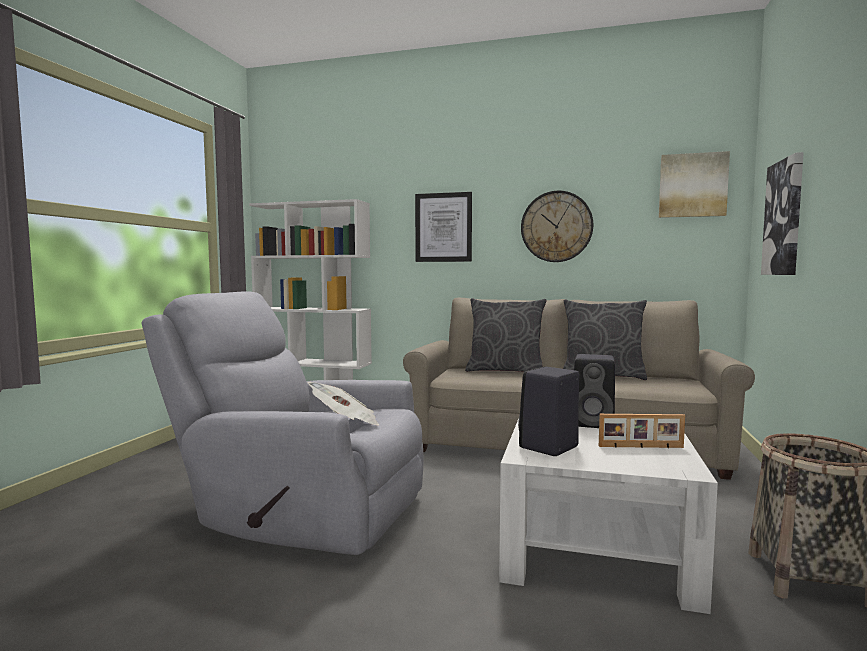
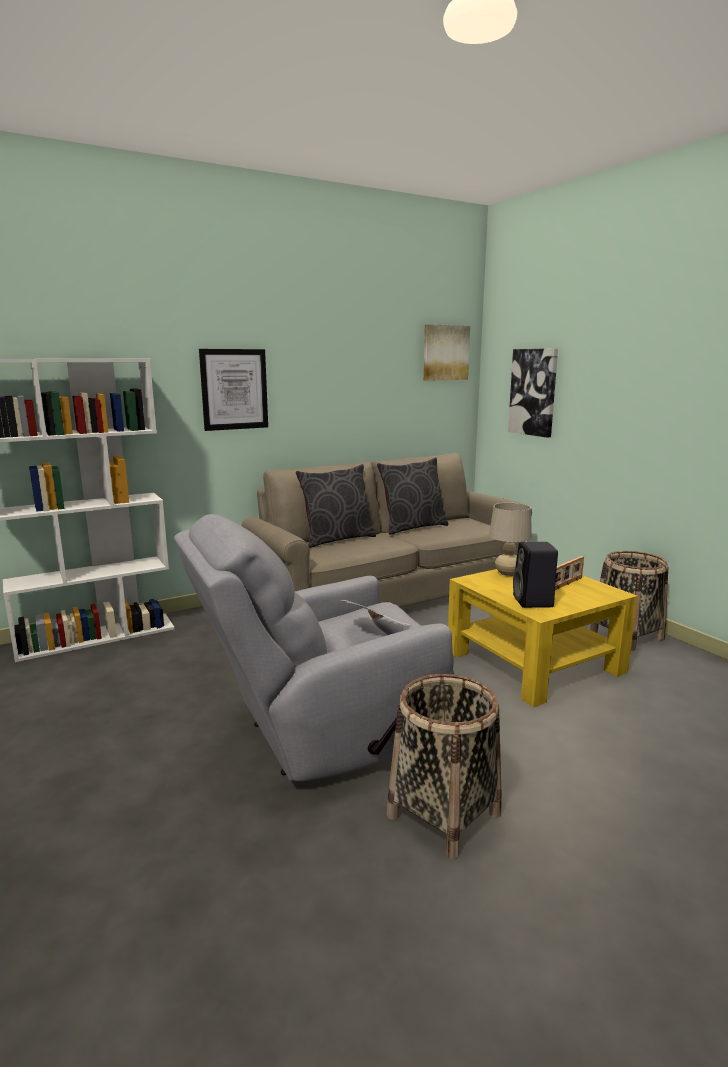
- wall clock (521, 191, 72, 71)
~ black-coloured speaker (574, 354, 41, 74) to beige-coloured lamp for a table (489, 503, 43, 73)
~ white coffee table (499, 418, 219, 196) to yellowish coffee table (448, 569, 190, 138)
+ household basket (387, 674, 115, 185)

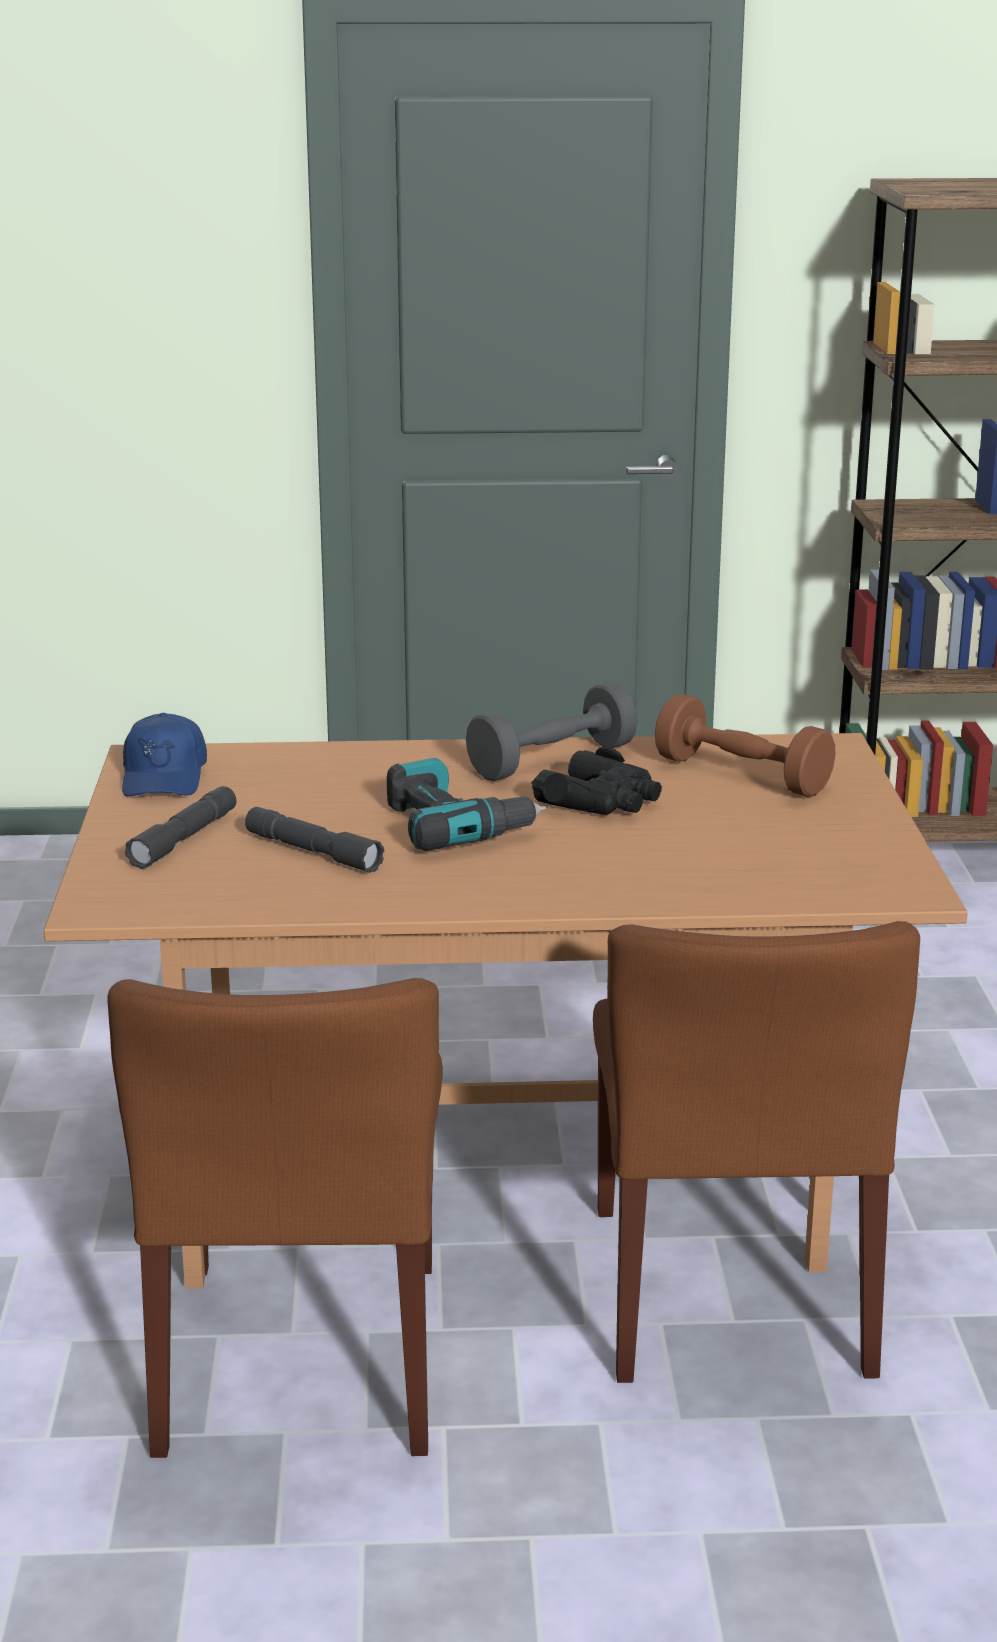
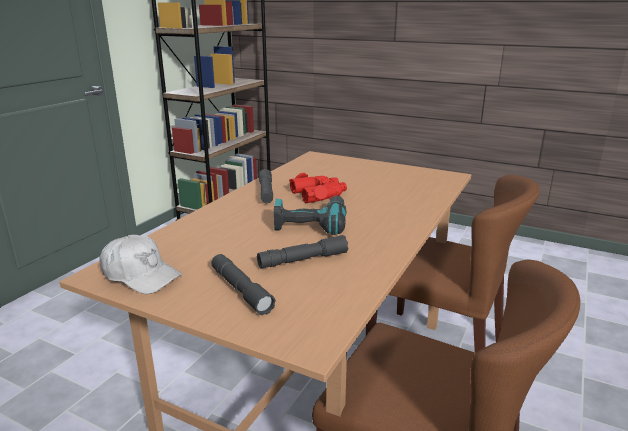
~ grey free weight (466, 682, 171, 99) to grey hand torch (259, 169, 14, 35)
- brownish free weight (655, 694, 181, 103)
~ blue-coloured baseball cap (122, 713, 85, 83) to white baseball cap (99, 235, 83, 59)
~ black-coloured field glasses (532, 746, 130, 69) to red field glasses (289, 173, 58, 30)

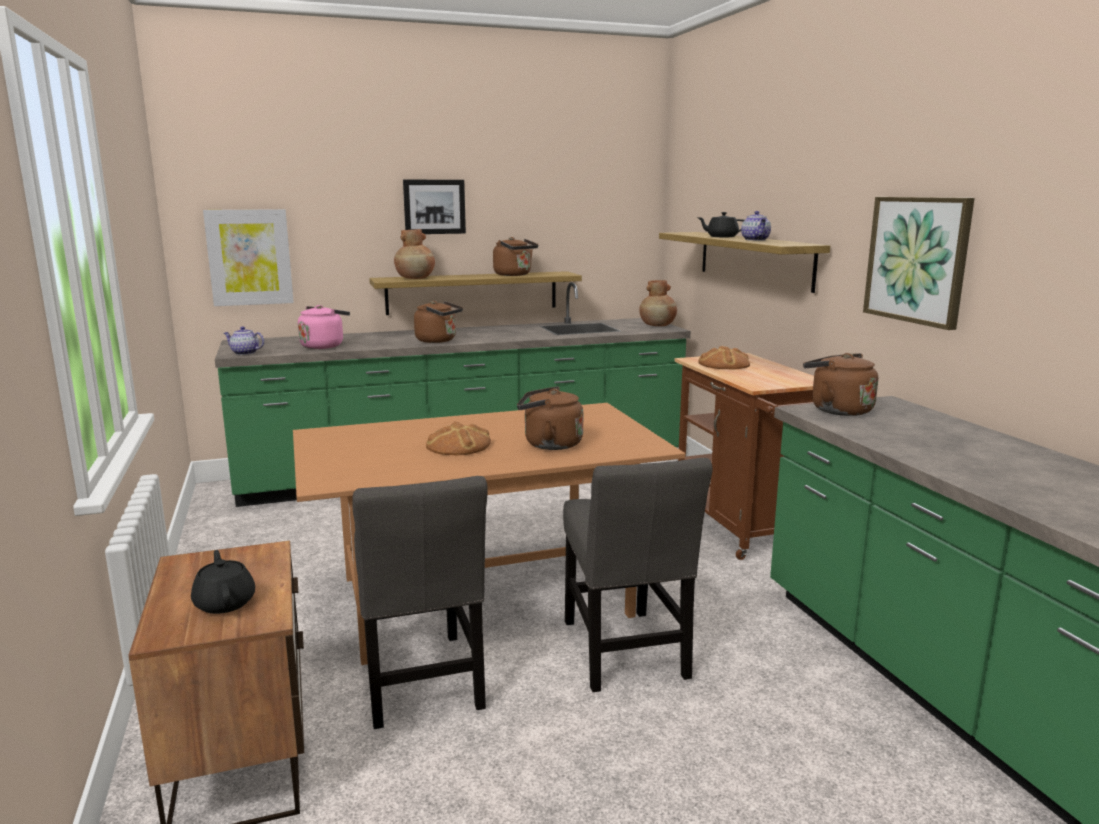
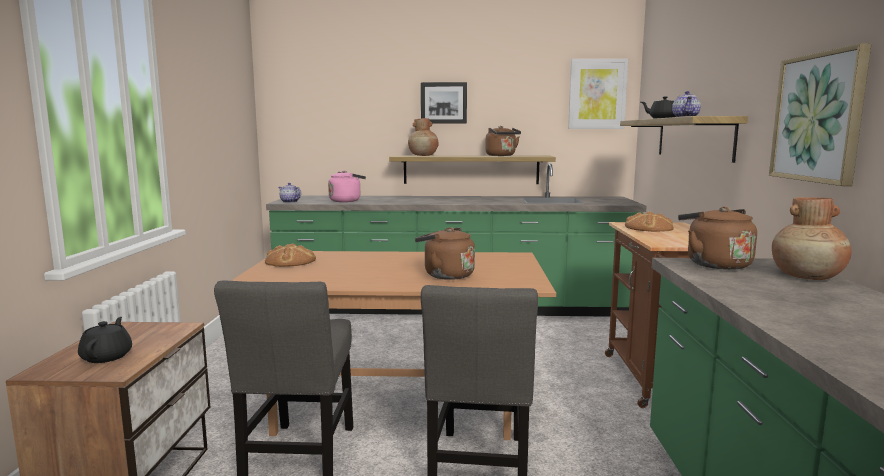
~ wall picture (203, 209, 91, 97) to (568, 59, 60, 70)
~ brownish vase (639, 280, 38, 46) to (772, 197, 80, 83)
- brownish kettle (414, 301, 49, 42)
~ bakery bread (426, 422, 65, 33) to (265, 243, 51, 24)

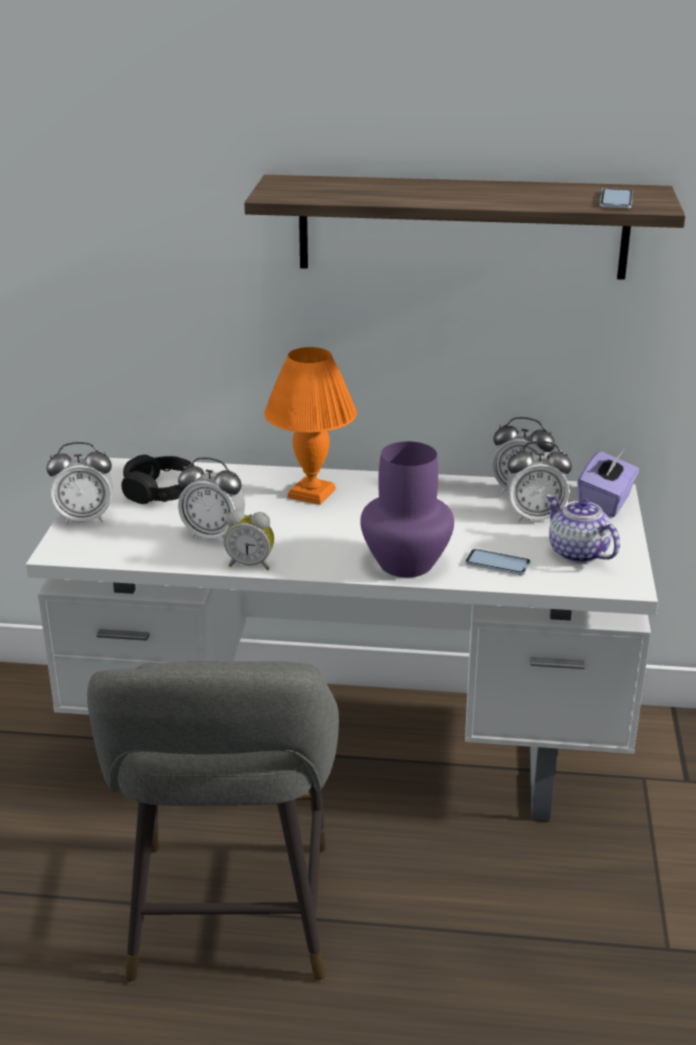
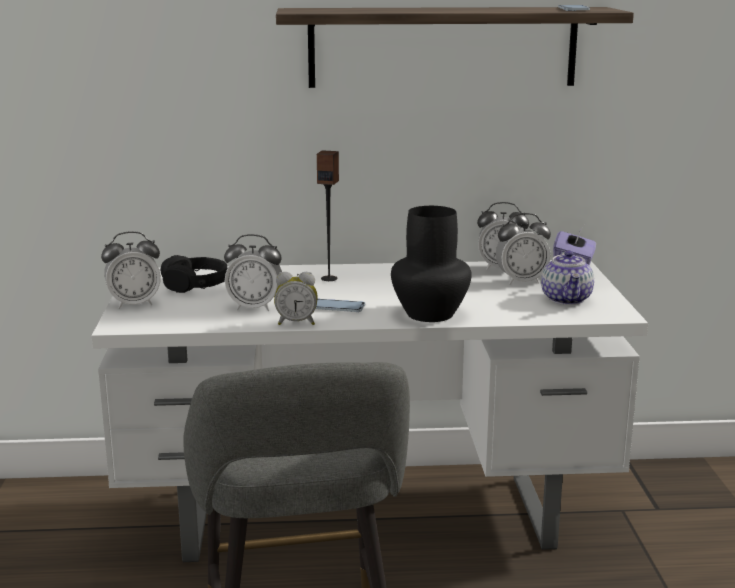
~ orangey lamp for a table (264, 347, 93, 158) to speaker (317, 150, 22, 131)
~ purplish vase (360, 442, 94, 135) to black-coloured vase (391, 206, 81, 116)
~ tea pot (546, 494, 74, 69) = (541, 250, 53, 55) 135 degrees counterclockwise
~ telephone (465, 549, 66, 26) to (316, 299, 49, 13)

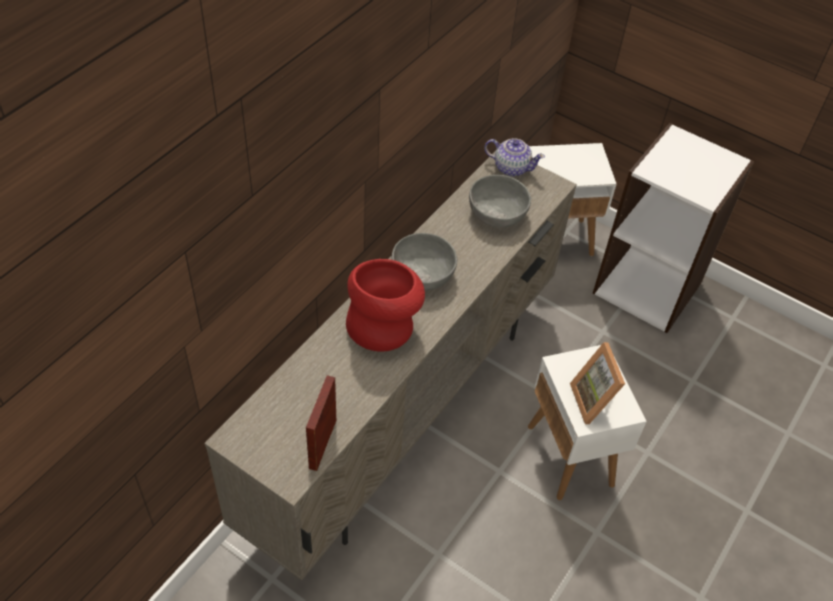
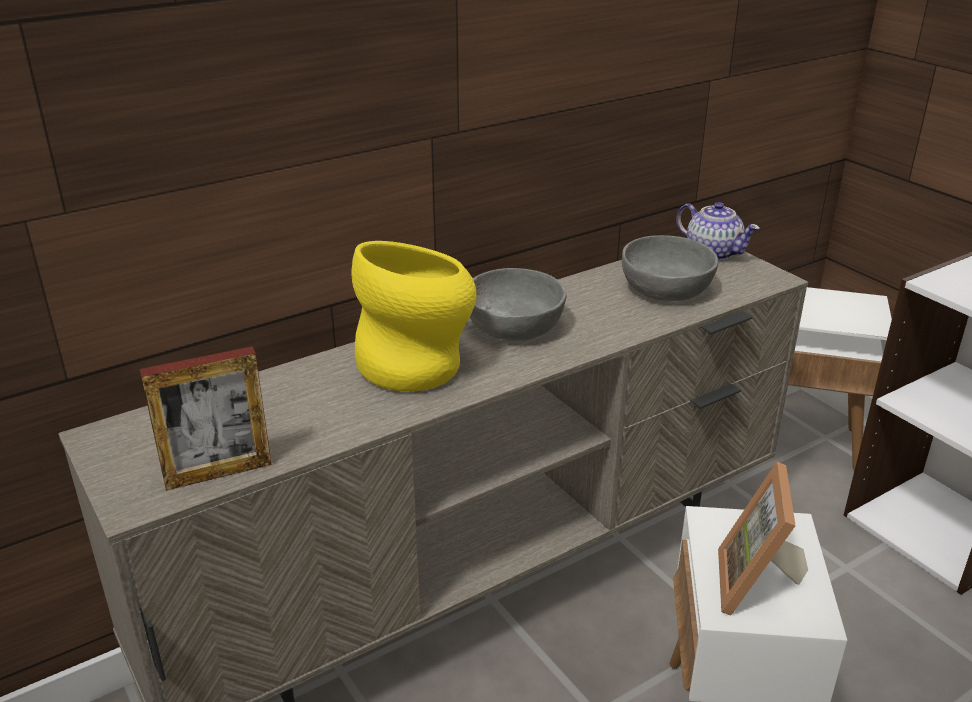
~ red vase (346, 259, 79, 93) to yellowish vase (352, 241, 125, 151)
~ photo frame (306, 375, 30, 96) = (140, 346, 132, 145) 150 degrees counterclockwise

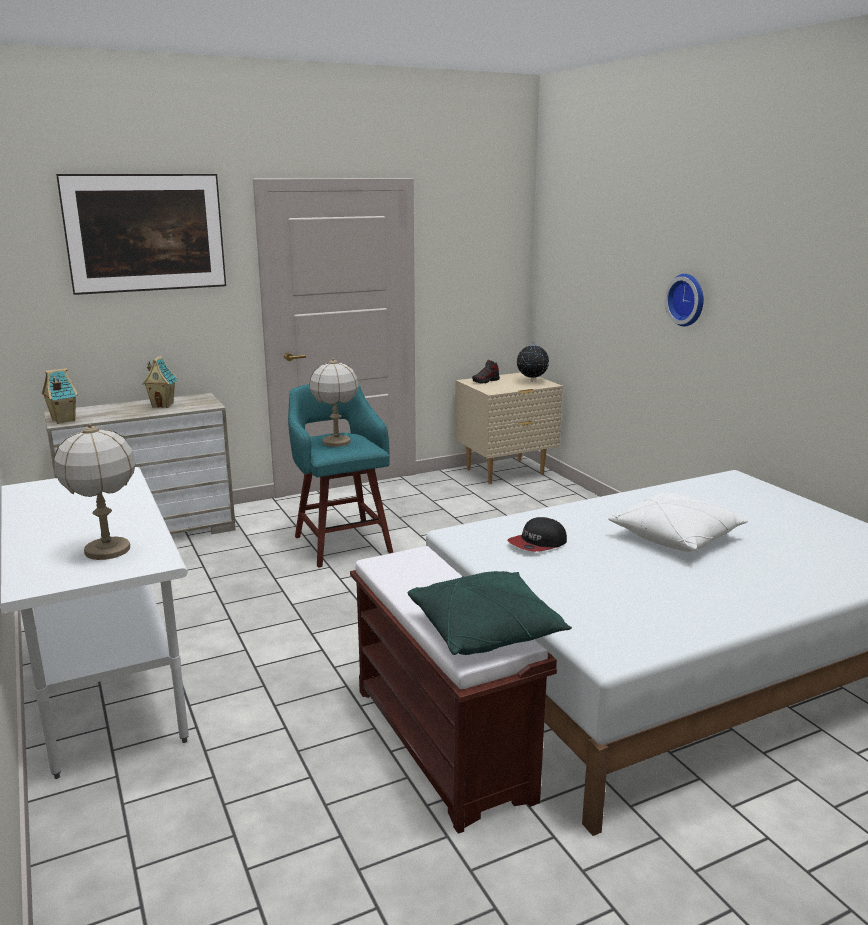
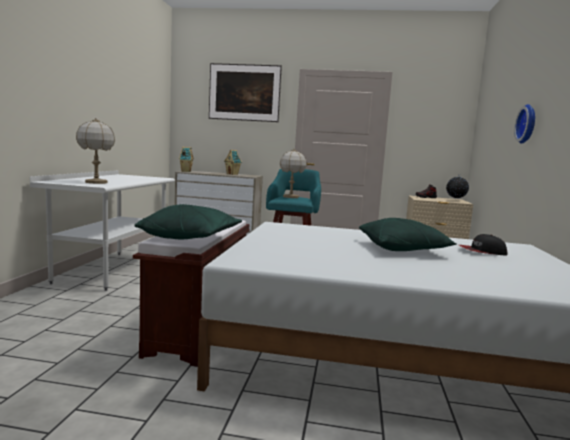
~ white pillow (608, 492, 140, 60) to green-coloured pillow (359, 218, 98, 33)
~ baseball cap (507, 517, 60, 35) to (459, 234, 48, 22)

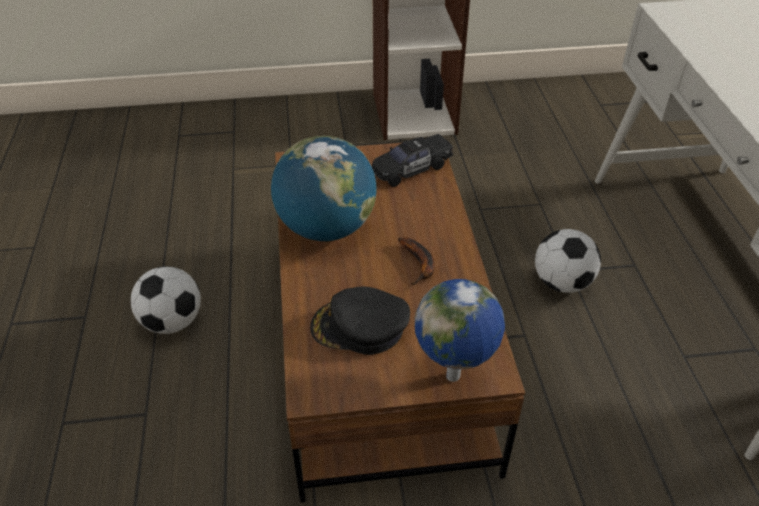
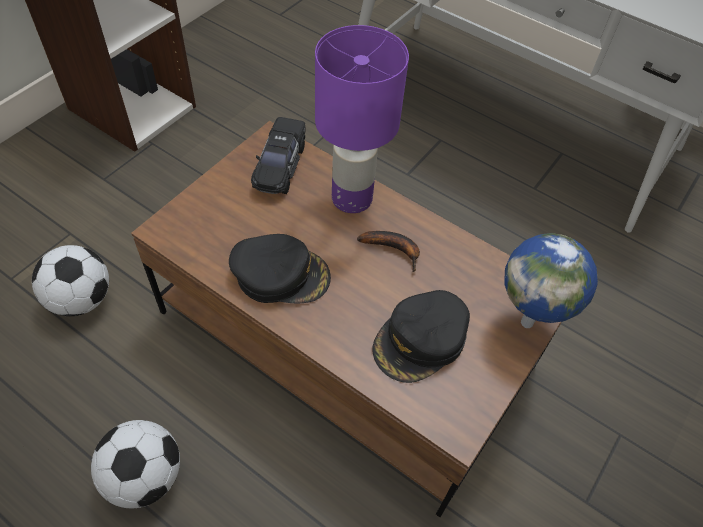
~ world globe (271, 136, 106, 105) to black-coloured baseball cap (229, 234, 102, 69)
~ football ball (535, 229, 66, 64) to (32, 245, 77, 71)
+ purplish lamp for a table (315, 25, 94, 188)

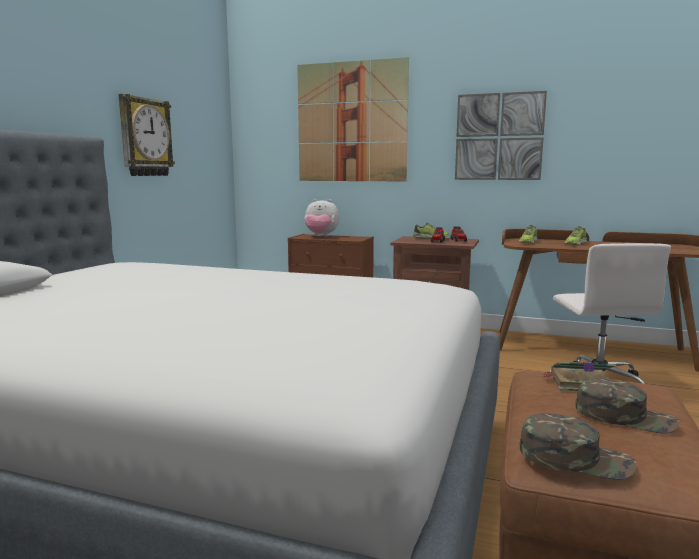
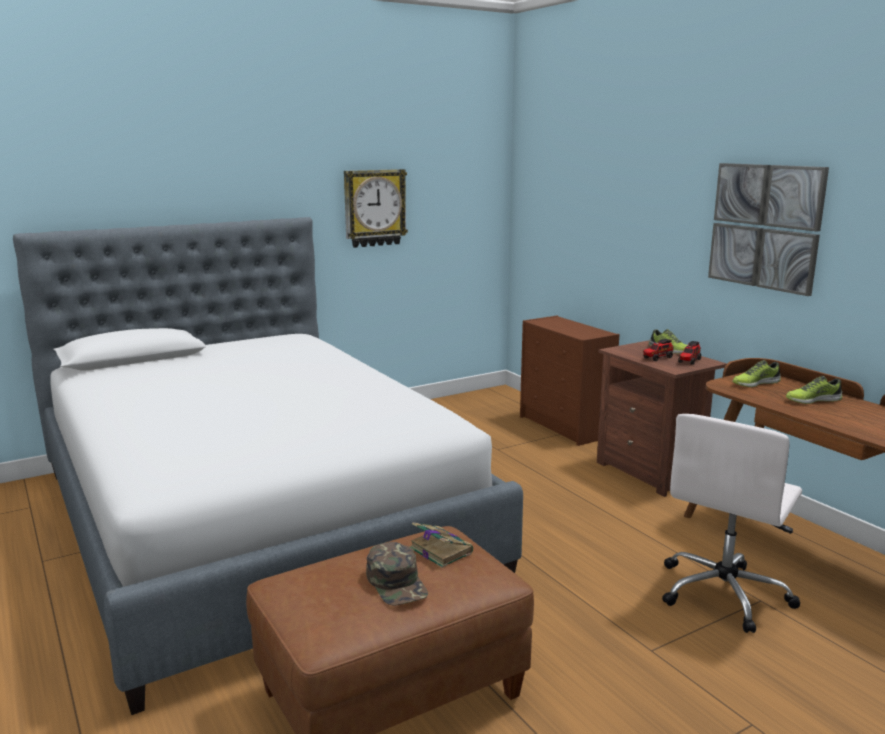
- wall picture (297, 57, 112, 124)
- soft toy (304, 199, 35, 37)
- green-coloured baseball cap (520, 413, 116, 67)

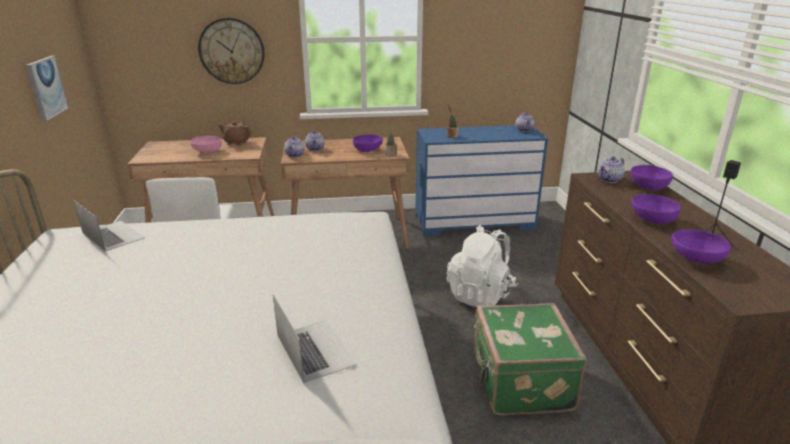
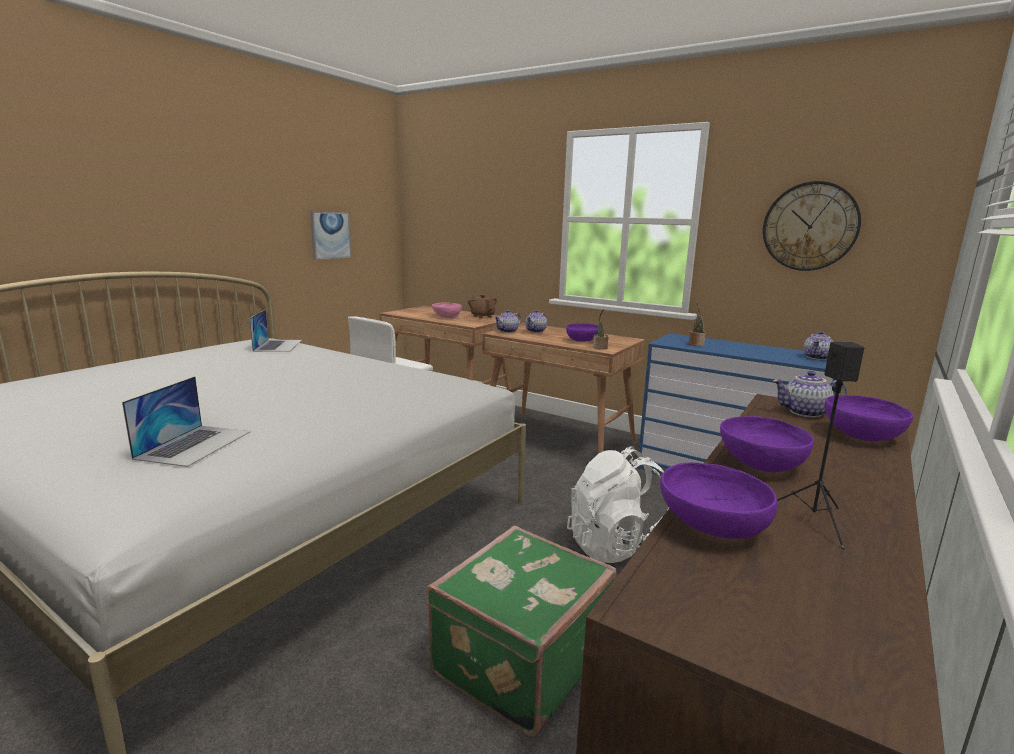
~ wall clock (198, 18, 66, 66) to (763, 181, 98, 90)

